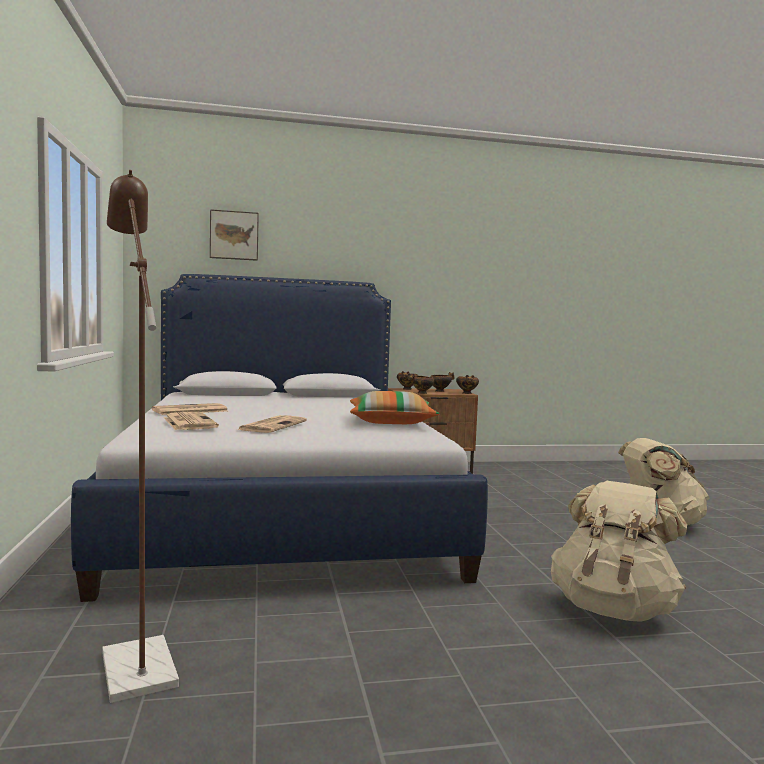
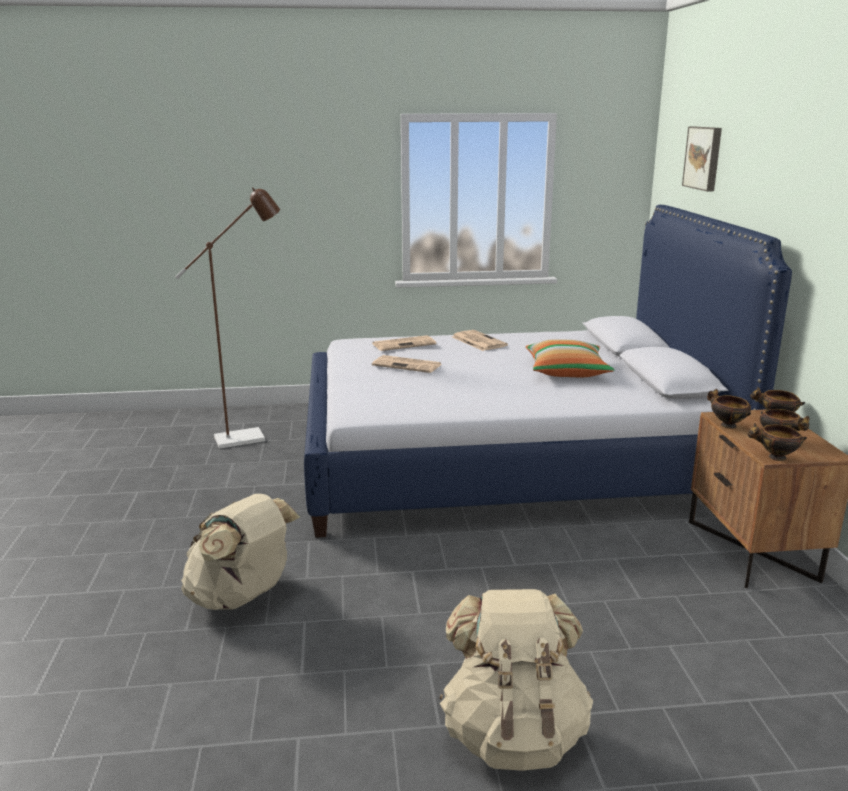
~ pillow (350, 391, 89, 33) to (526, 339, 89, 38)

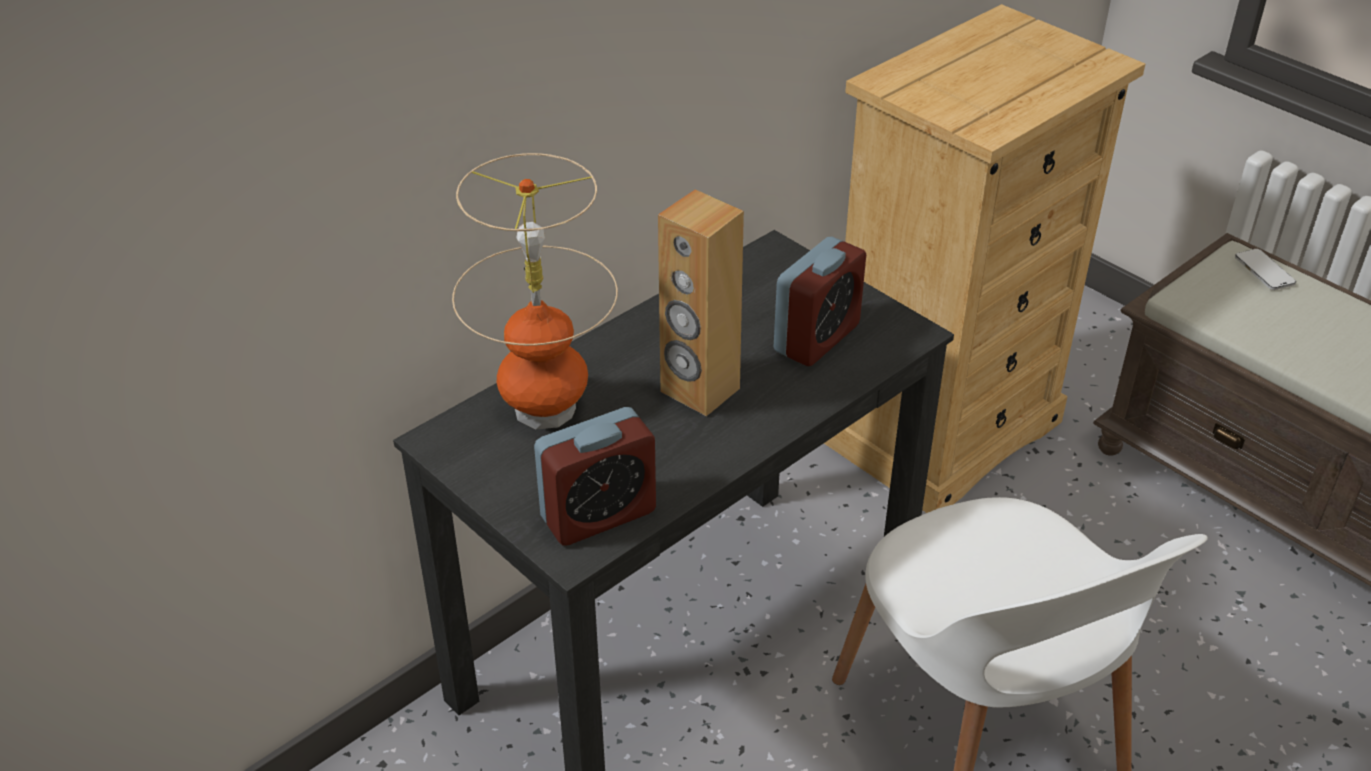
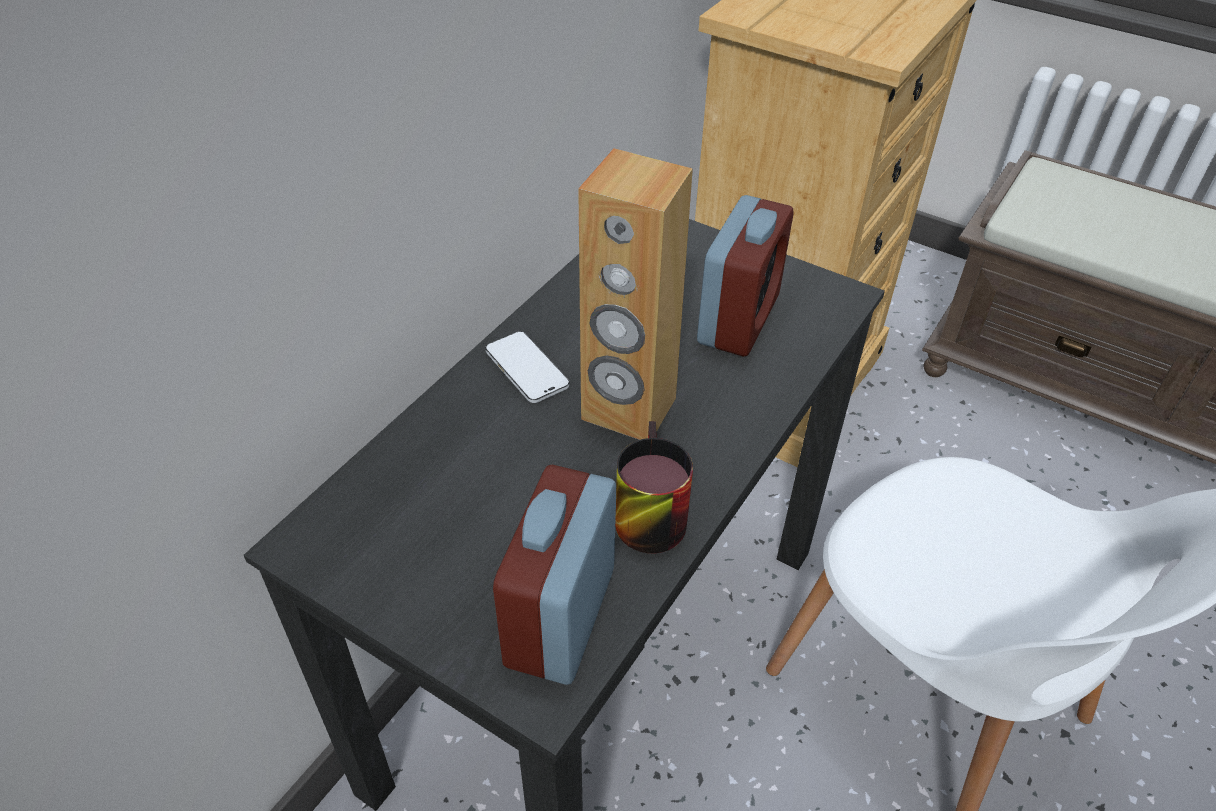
- lamp for a table (452, 153, 166, 276)
~ telephone (1235, 249, 61, 41) to (485, 332, 85, 71)
~ bedside clock (534, 407, 122, 139) = (493, 465, 123, 220) 150 degrees clockwise
+ mug (615, 421, 78, 132)

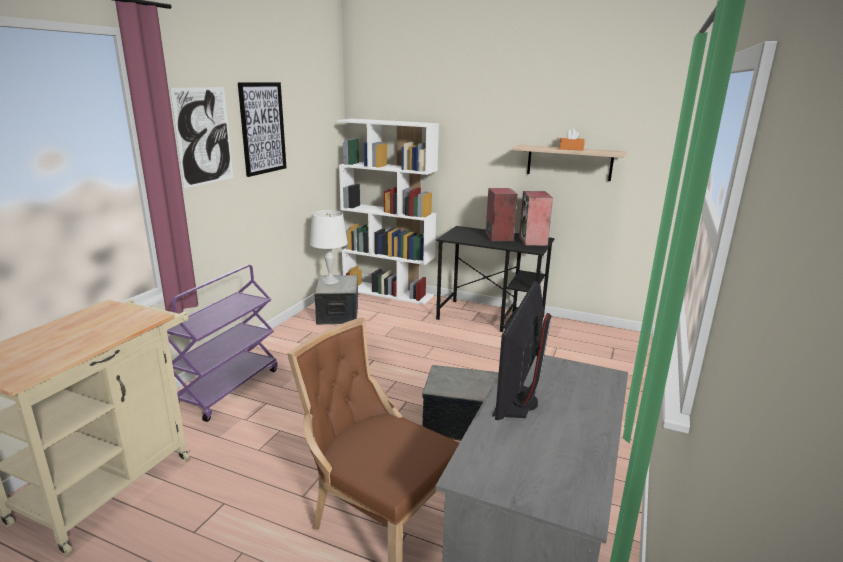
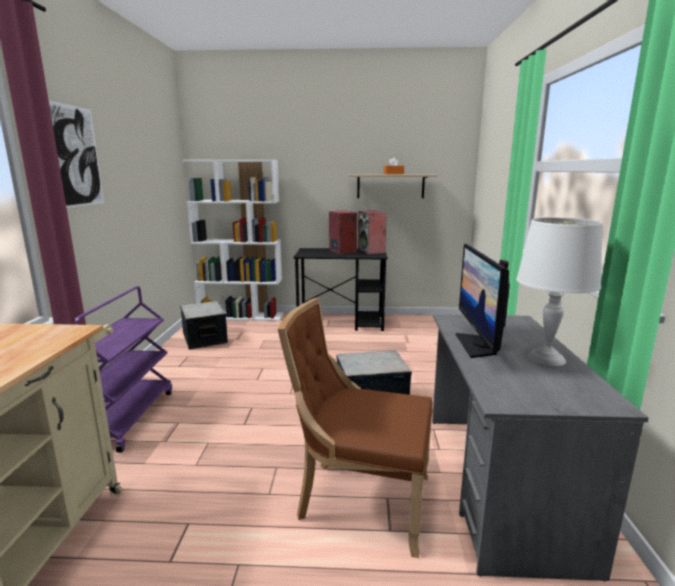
- wall picture (238, 82, 48, 95)
~ white lamp for a table (310, 210, 38, 74) to (516, 218, 87, 148)

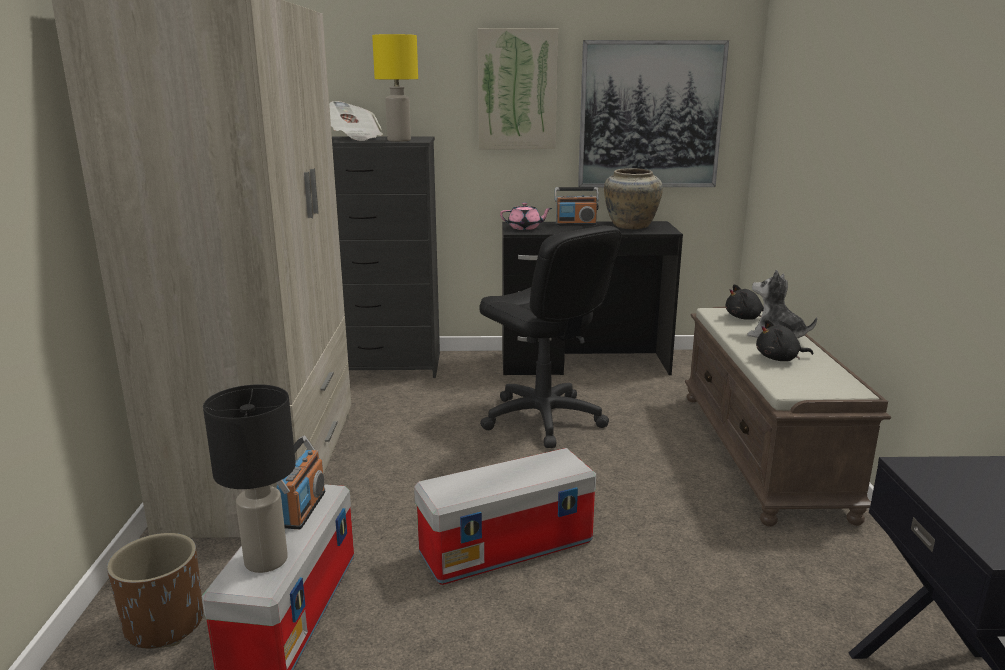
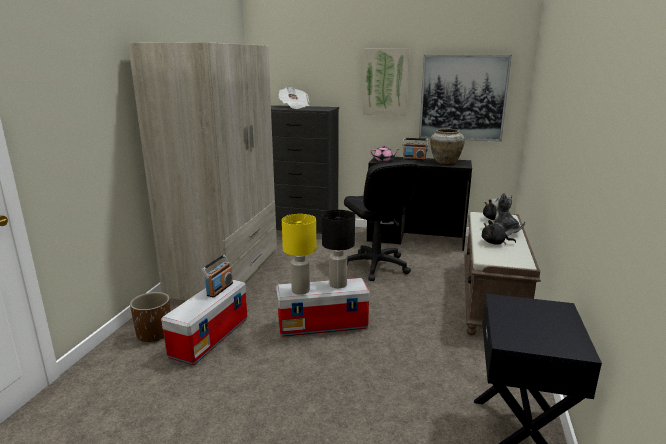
~ yellowish lamp for a table (372, 34, 46, 108) to (282, 214, 34, 81)
~ black-coloured lamp for a table (203, 384, 93, 189) to (322, 210, 33, 78)

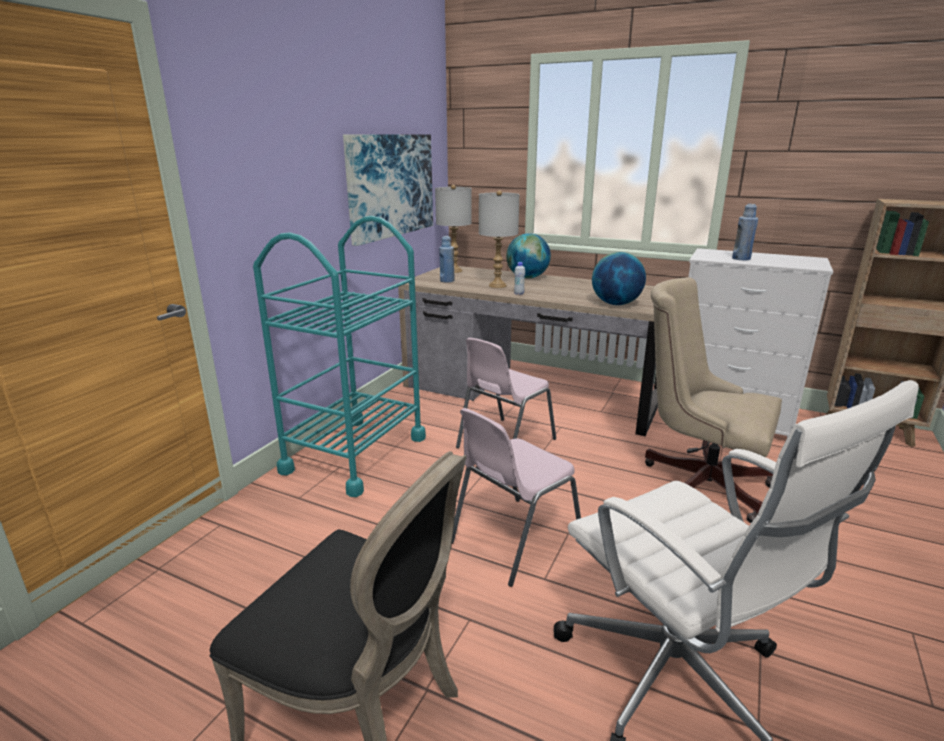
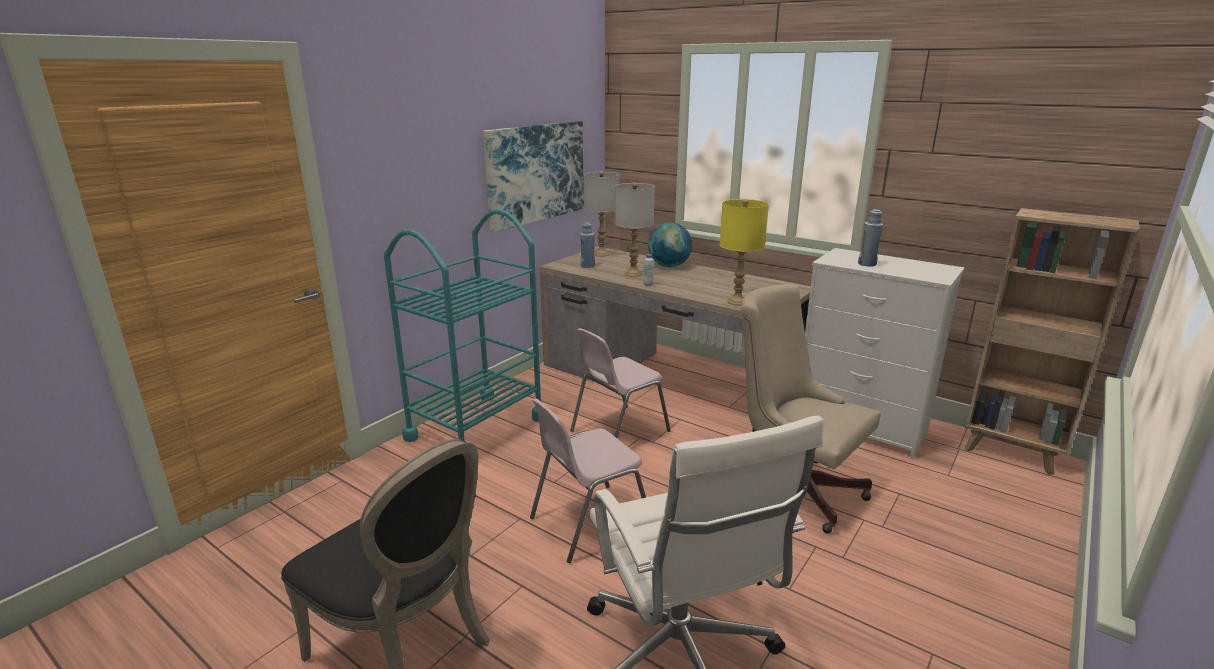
~ world globe (592, 252, 54, 53) to yellowish lamp for a table (720, 199, 49, 107)

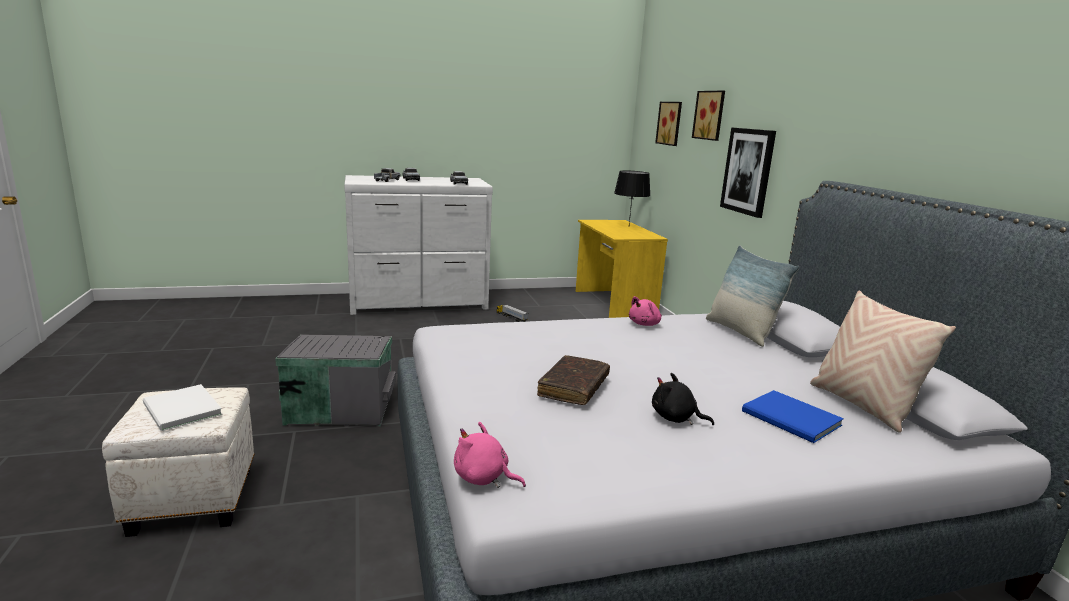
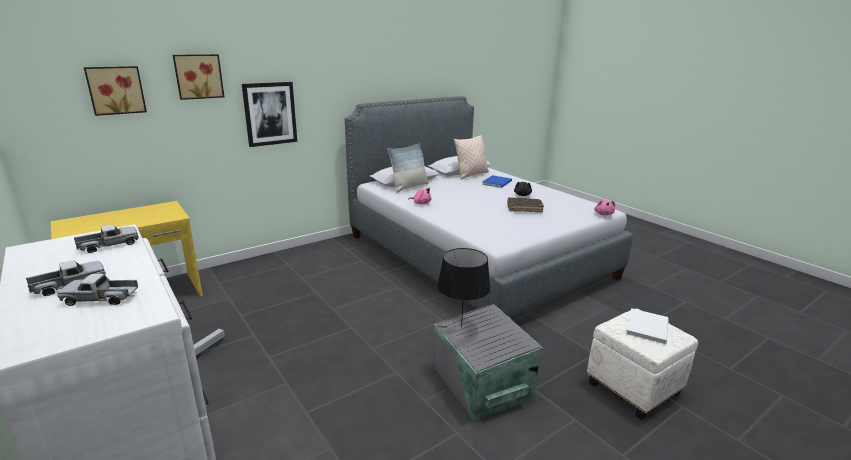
~ black-coloured lamp for a table (614, 170, 37, 54) to (437, 248, 54, 80)

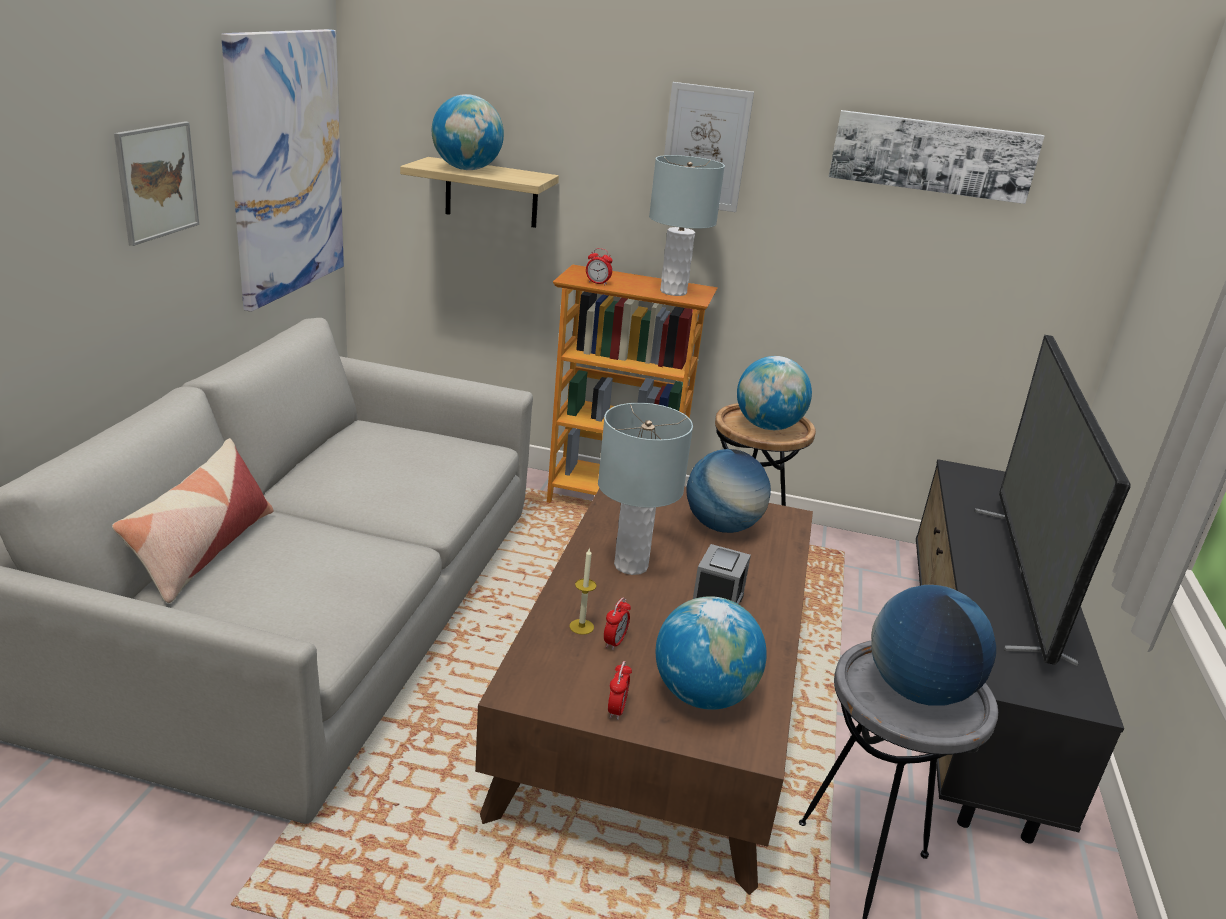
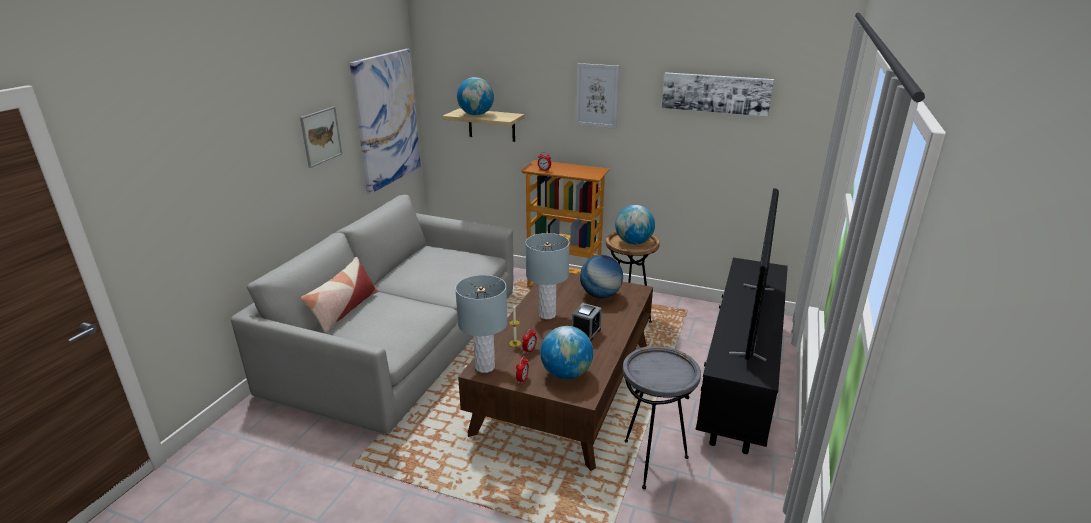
~ grey lamp for a table (649, 155, 76, 141) to (455, 275, 53, 98)
- world globe (871, 585, 125, 121)

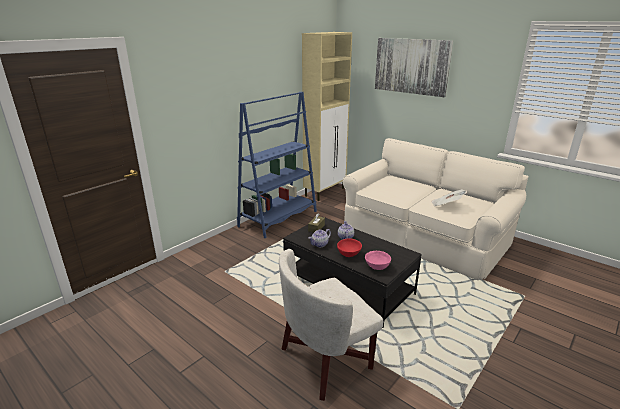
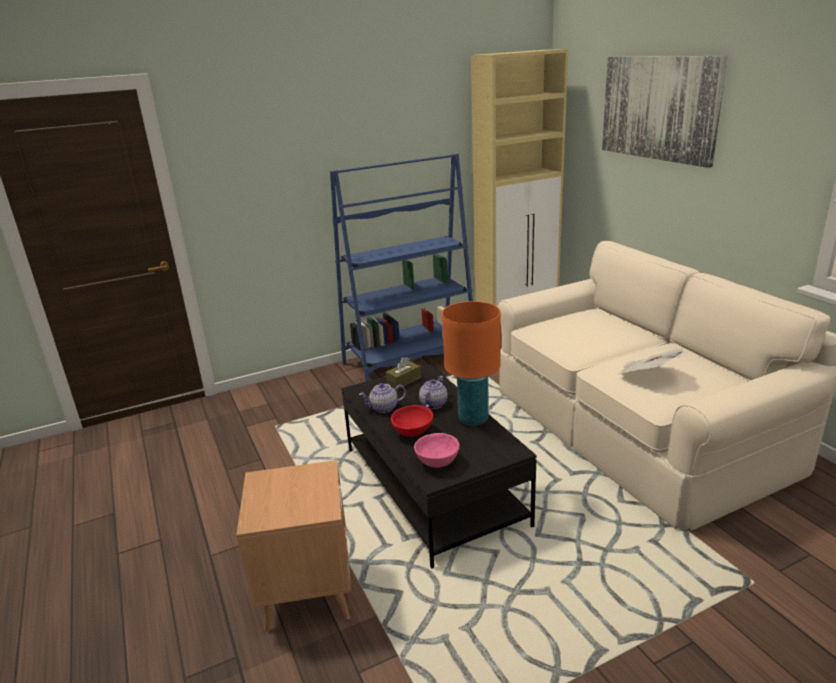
~ white easy chair (279, 249, 104, 152) to brownish accent table (237, 460, 114, 173)
+ orangey lamp for a table (442, 301, 59, 125)

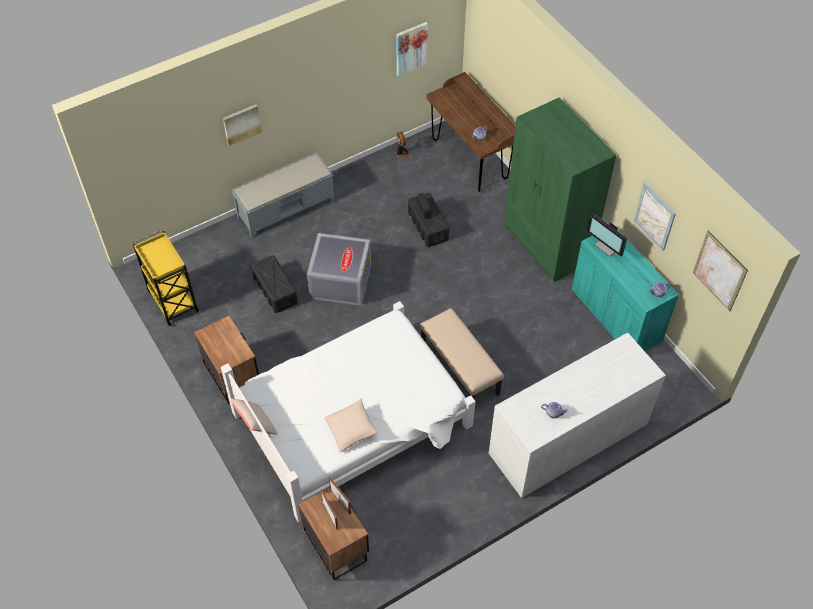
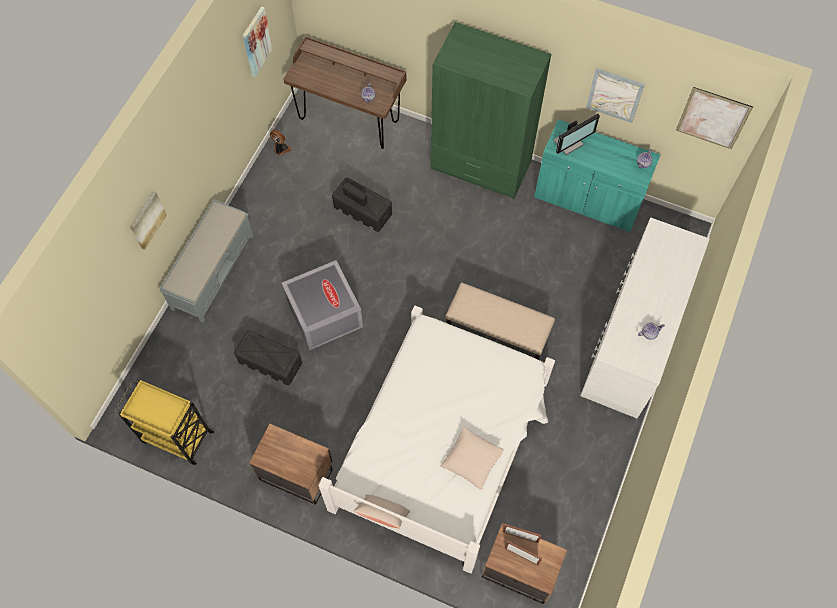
~ computer screen (587, 213, 40, 44) = (553, 114, 47, 41) 45 degrees counterclockwise

